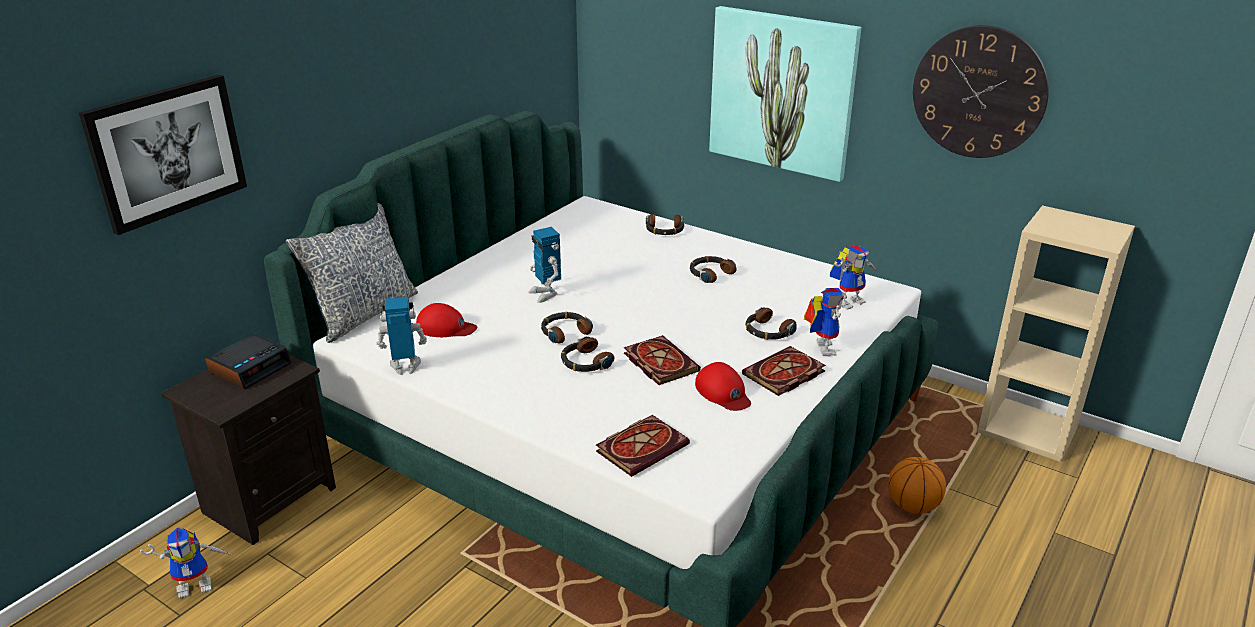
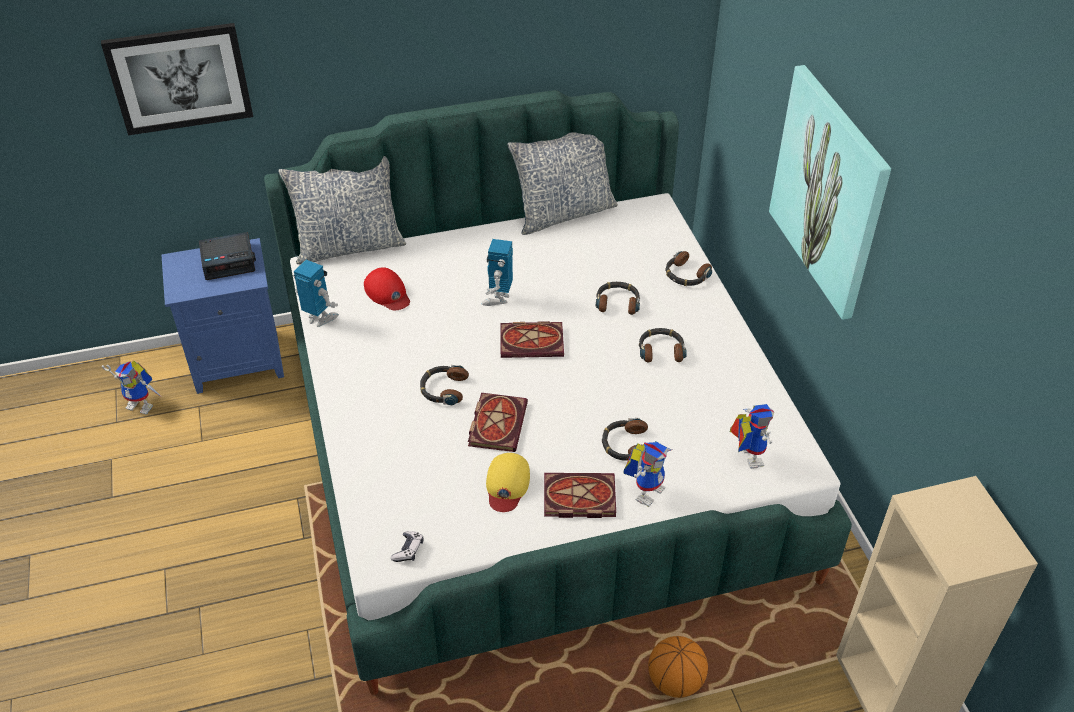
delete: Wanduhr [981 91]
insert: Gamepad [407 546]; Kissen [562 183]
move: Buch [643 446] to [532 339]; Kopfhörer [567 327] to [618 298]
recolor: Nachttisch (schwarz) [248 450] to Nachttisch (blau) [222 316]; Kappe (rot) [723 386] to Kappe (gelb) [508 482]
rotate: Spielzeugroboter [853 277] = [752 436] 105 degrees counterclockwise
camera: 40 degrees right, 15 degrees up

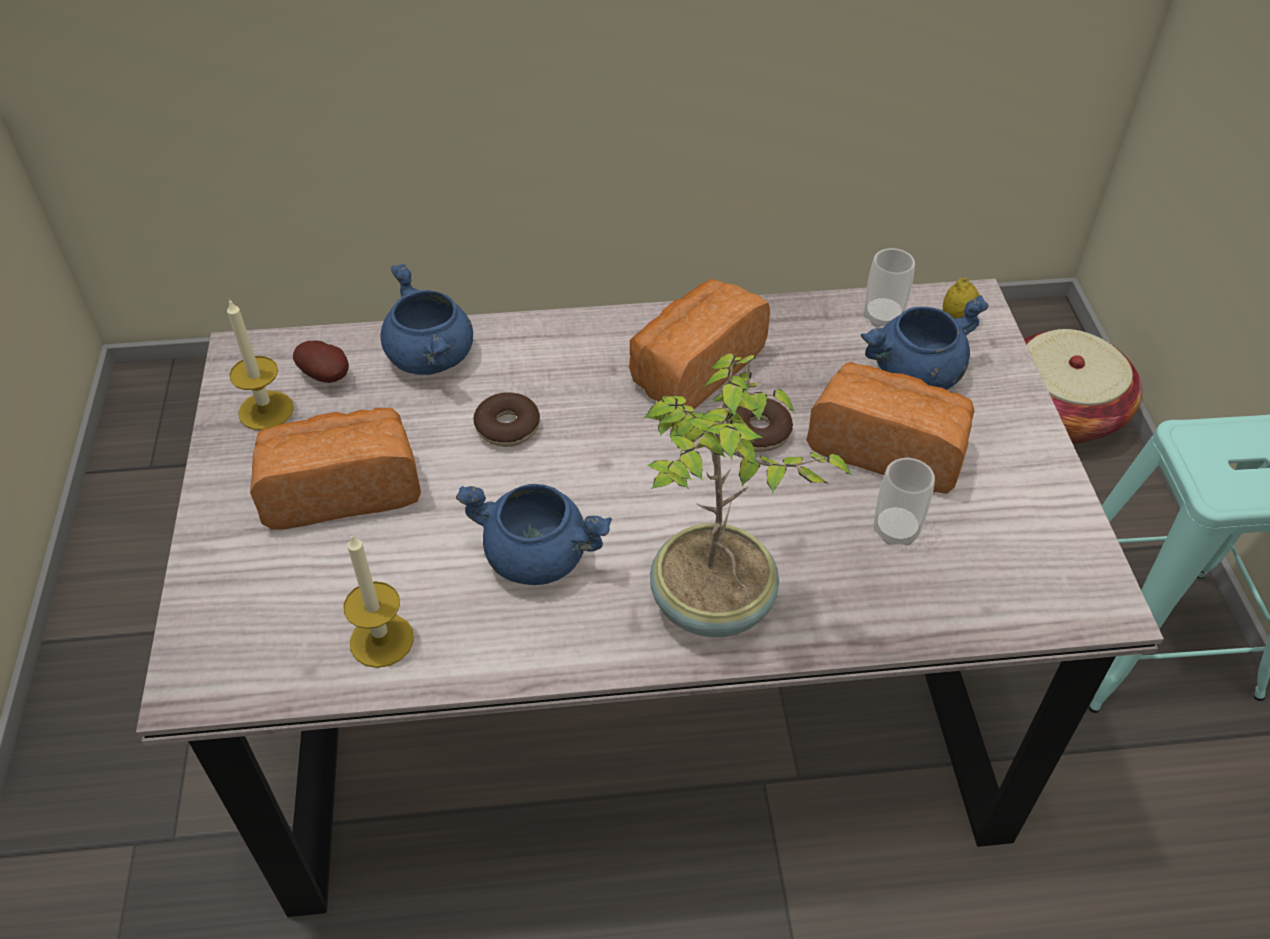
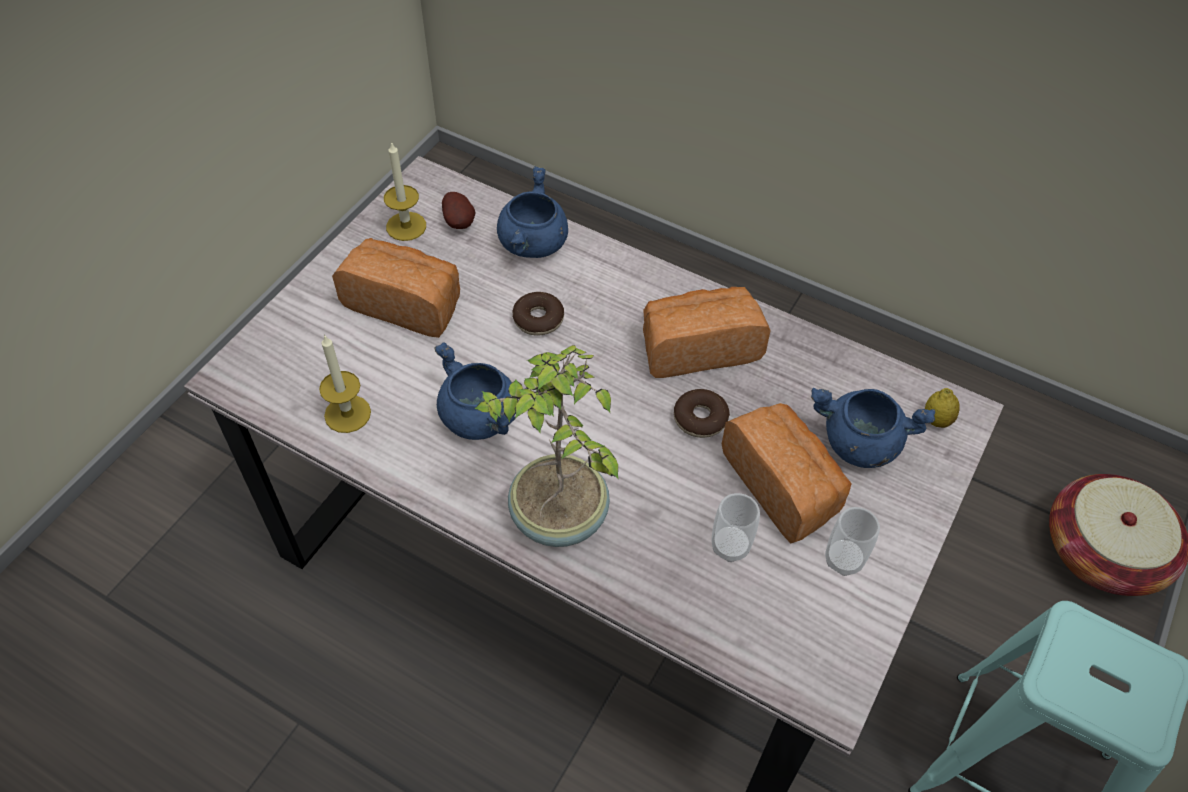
move: Tasse [889 287] to [852 541]
camera: 35 degrees right, 5 degrees up

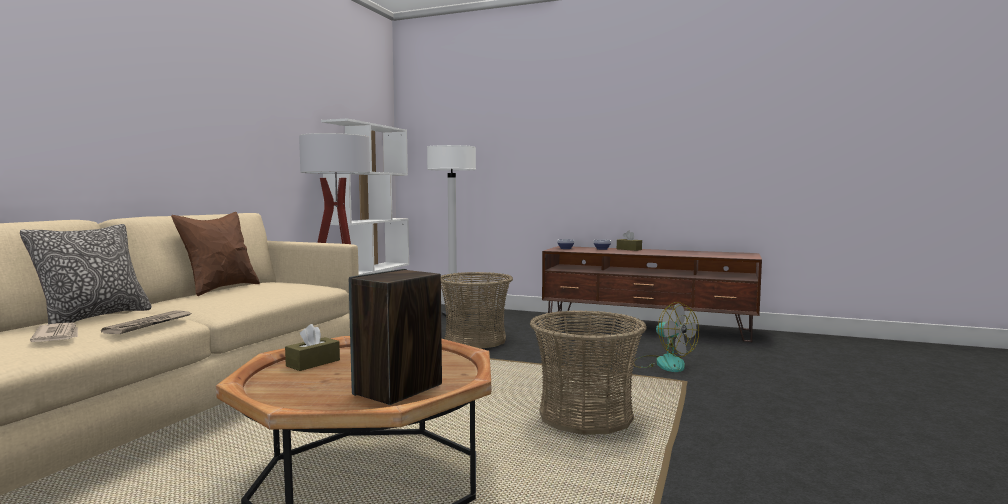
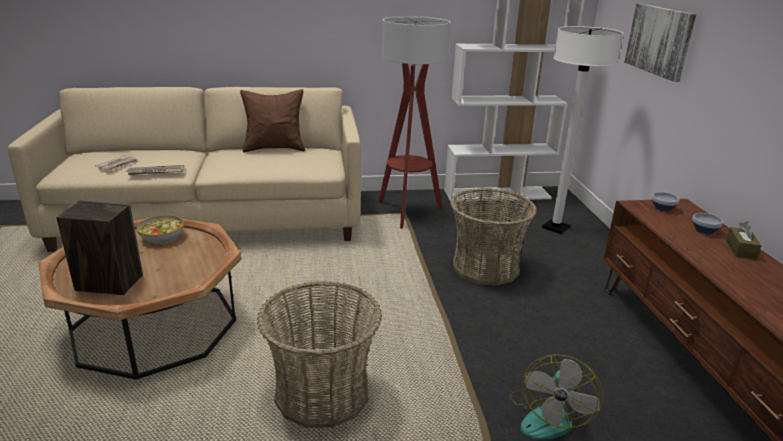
delete: Kissen [86 274]
insert: Bild [660 42]
replace: Taschentuchbox (braun) [312 347] to Schüssel [160 229]
camera: 60 degrees right, 20 degrees up

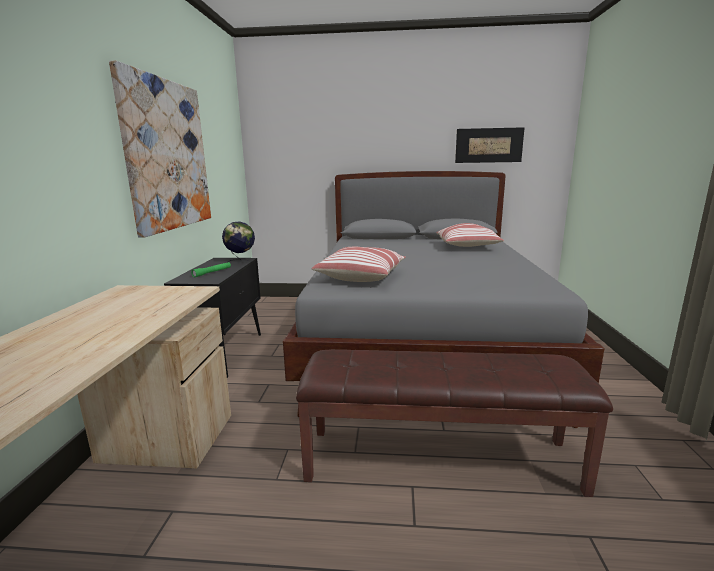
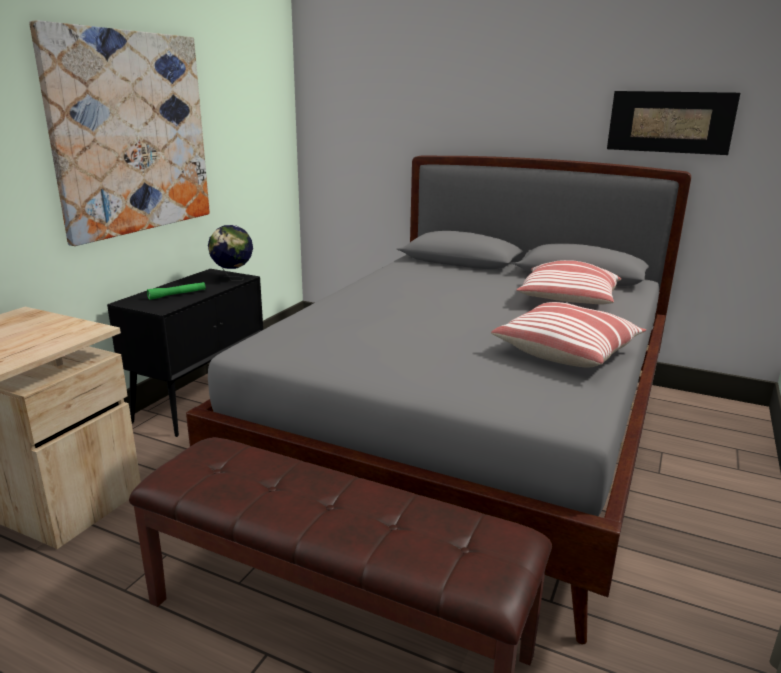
move: Kissen [358 264] to [568 335]
camera: 20 degrees right, 5 degrees up

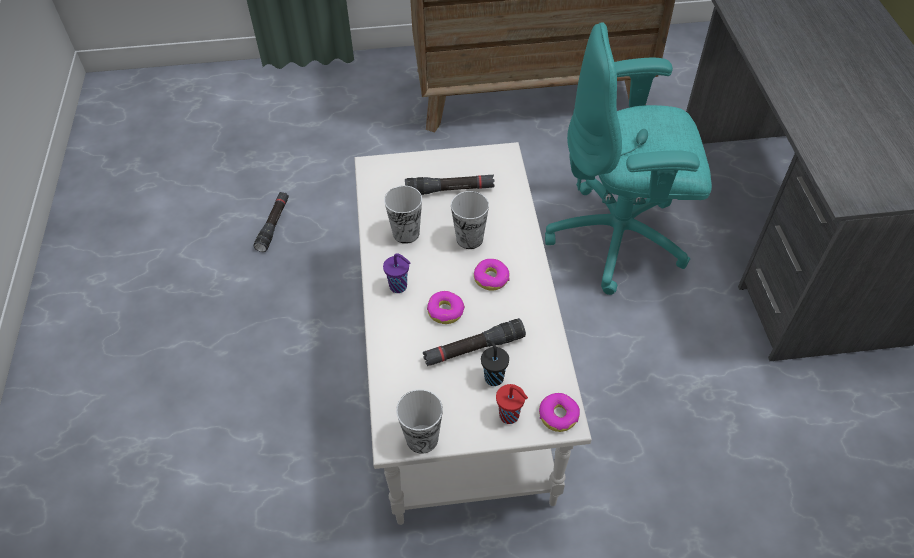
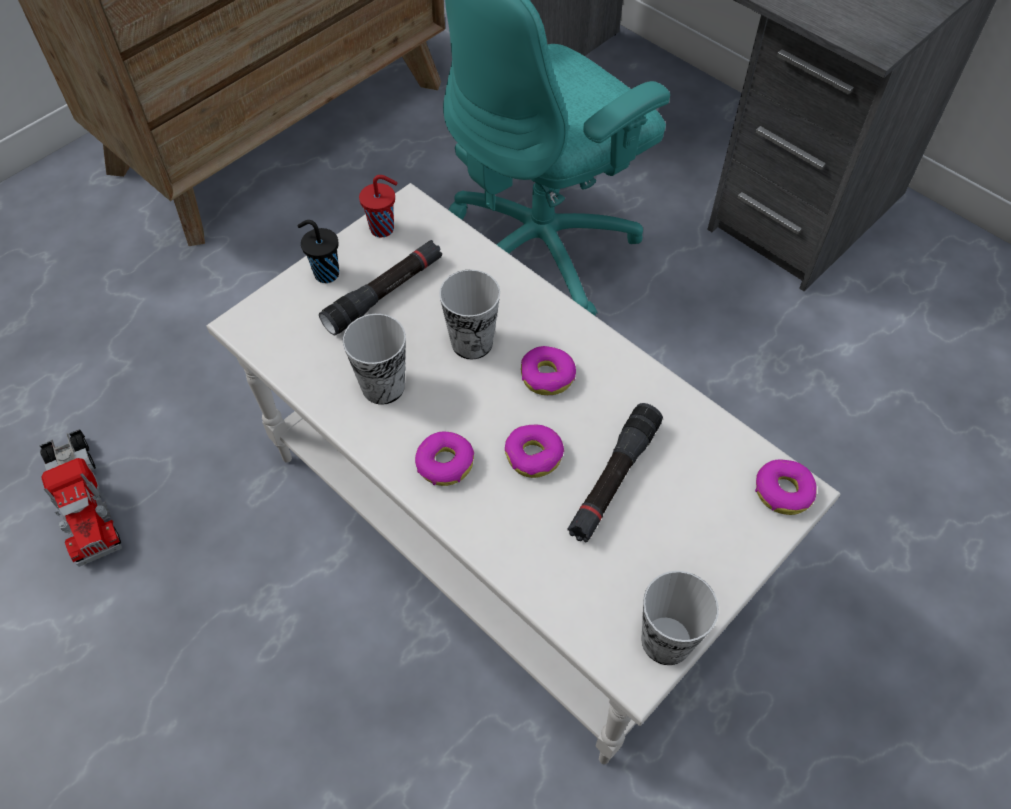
move: Tasse (schwarz) [495 363] to [318 251]; Tasse (rot) [512 404] to [378 206]
replace: Taschenlampe (schwarz) [271 222] to Spielzeuglaster [80 498]; Tasse (lila) [397 273] to Donut [444 459]
camera: 40 degrees left, 5 degrees up

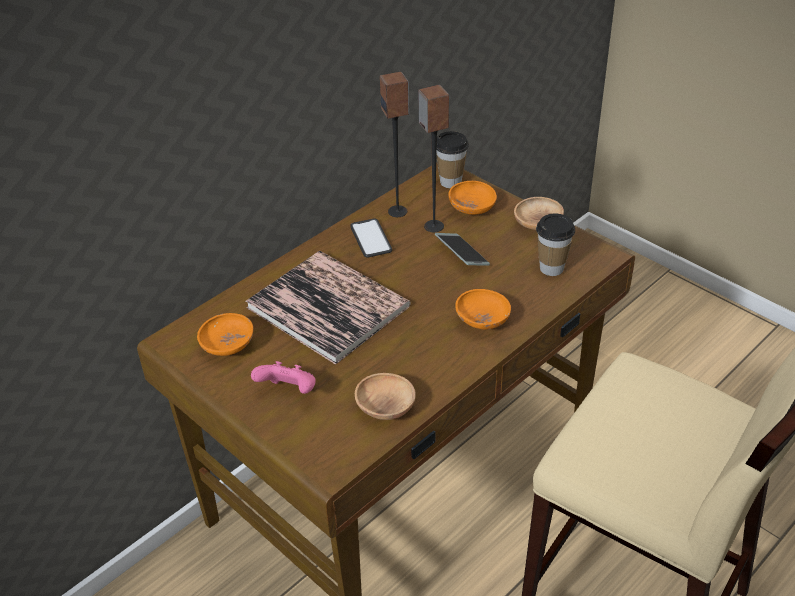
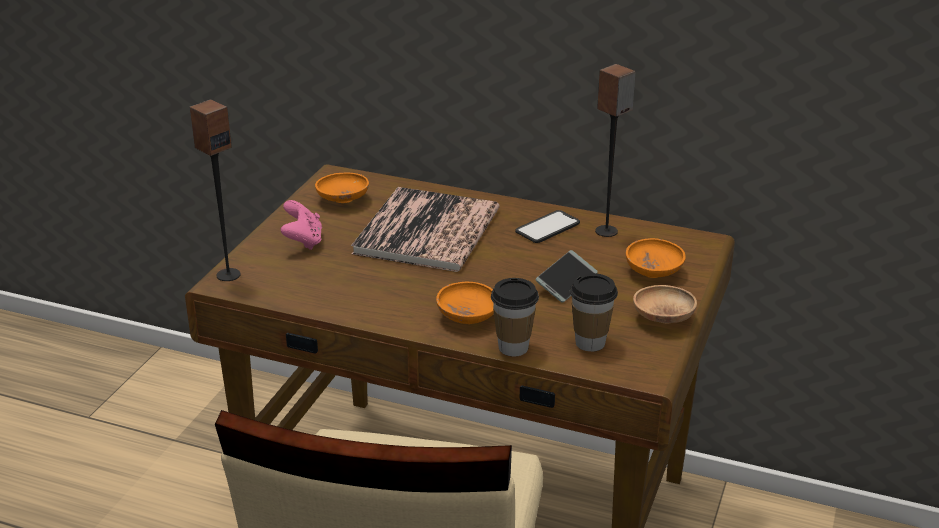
delete: Schüssel (braun) [385 396]
move: Lautsprecher [433 158] to [215 190]; Tasse [452 159] to [515 317]
camera: 65 degrees right, 10 degrees down

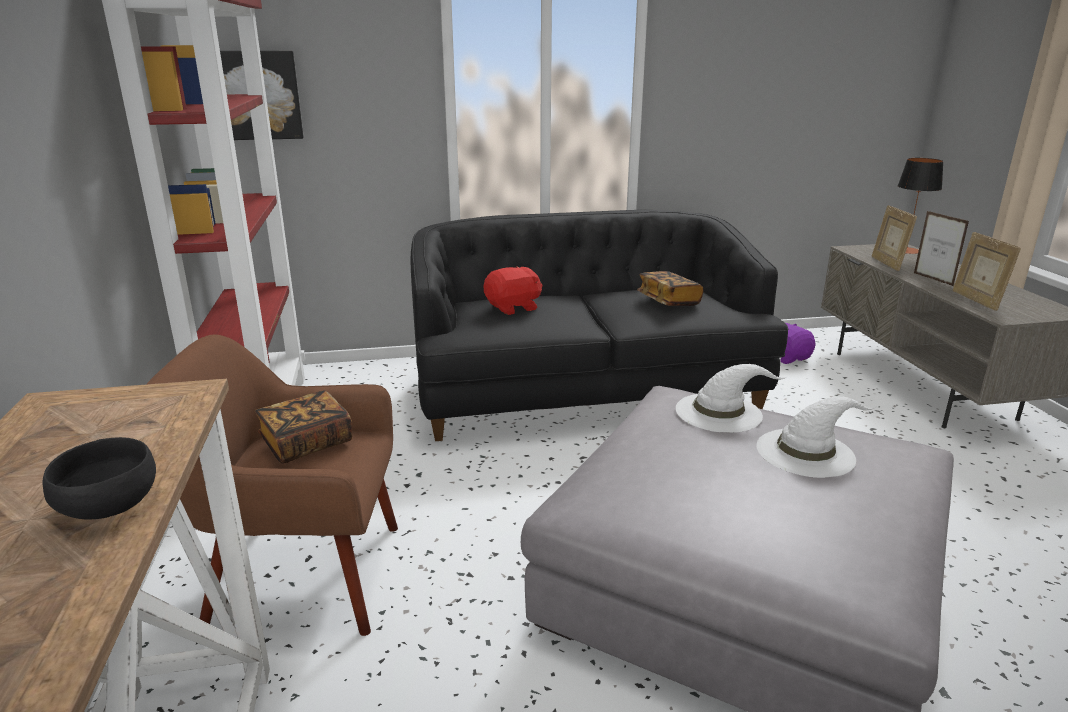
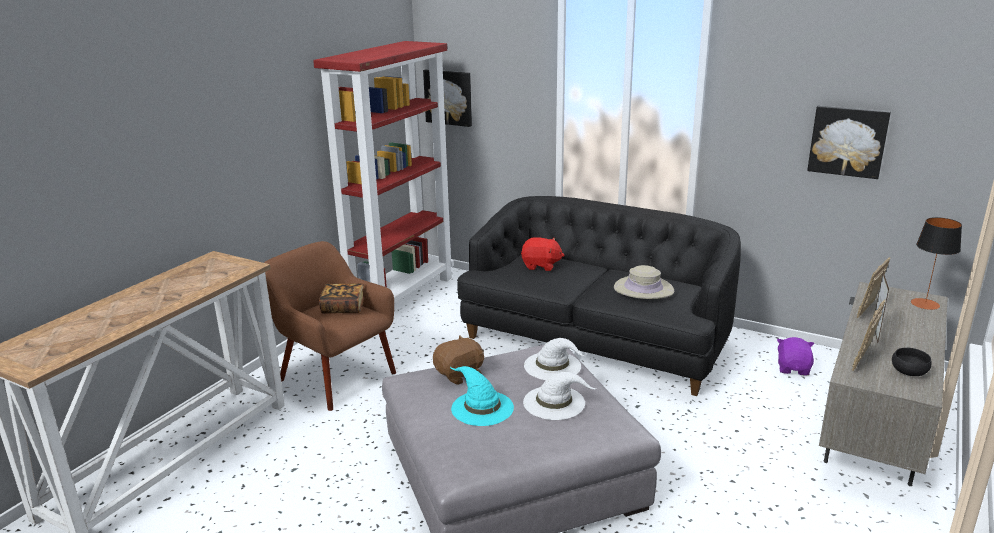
insert: Plüschtier (braun) [458 360]; Hut (türkis) [482 396]; Bild [849 142]
move: Schüssel (schwarz) [99 478] to [912 362]
replace: Buch [670 288] to Hut (beige) [644 282]
camera: 40 degrees right, 0 degrees up

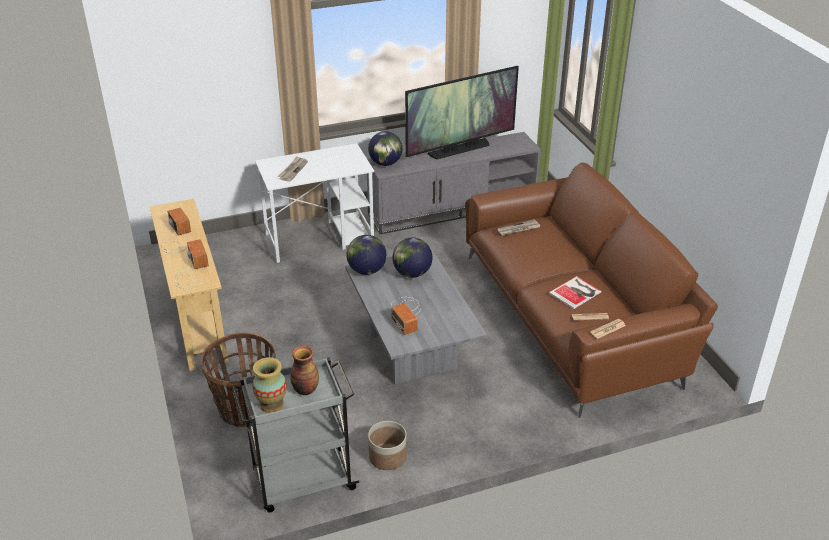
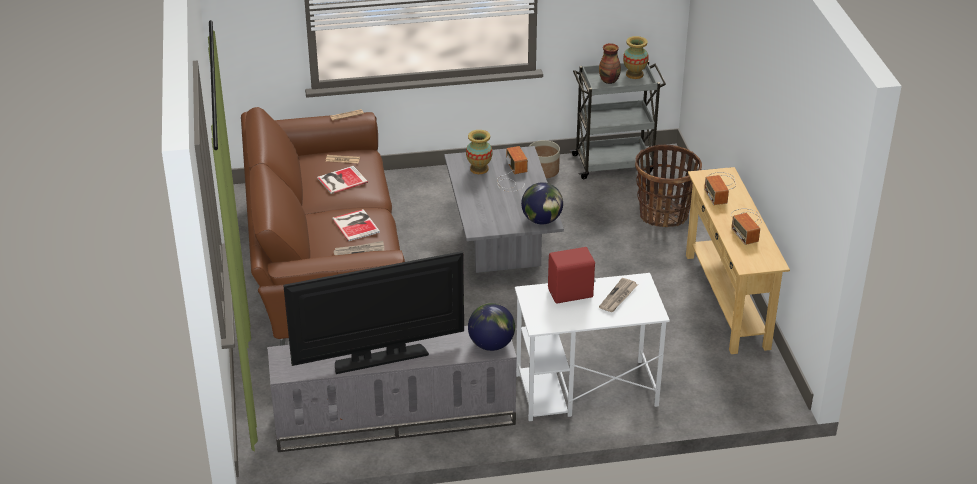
delete: Globus [412 257]
insert: Buch [356 225]; Vase [479 152]; Lautsprecher (rot) [572 275]
camera: 170 degrees left, 0 degrees up

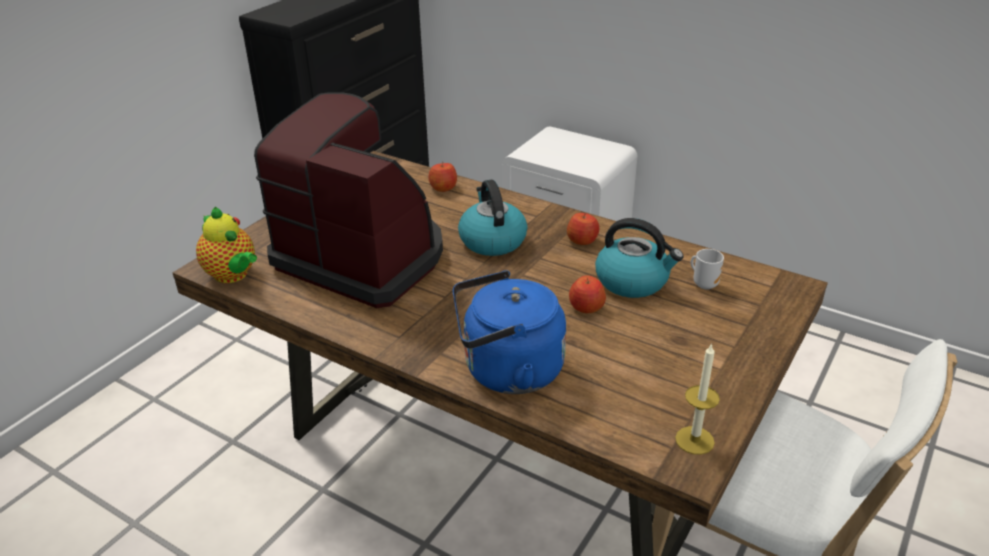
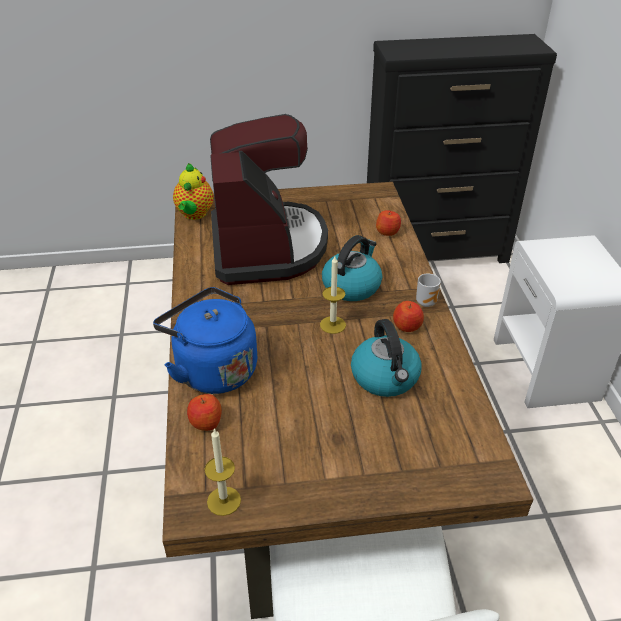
insert: Kerze [333 295]
move: Apfel [587 294] to [204 412]; Henkelbecher [707 269] to [428 290]
camera: 50 degrees right, 5 degrees up

